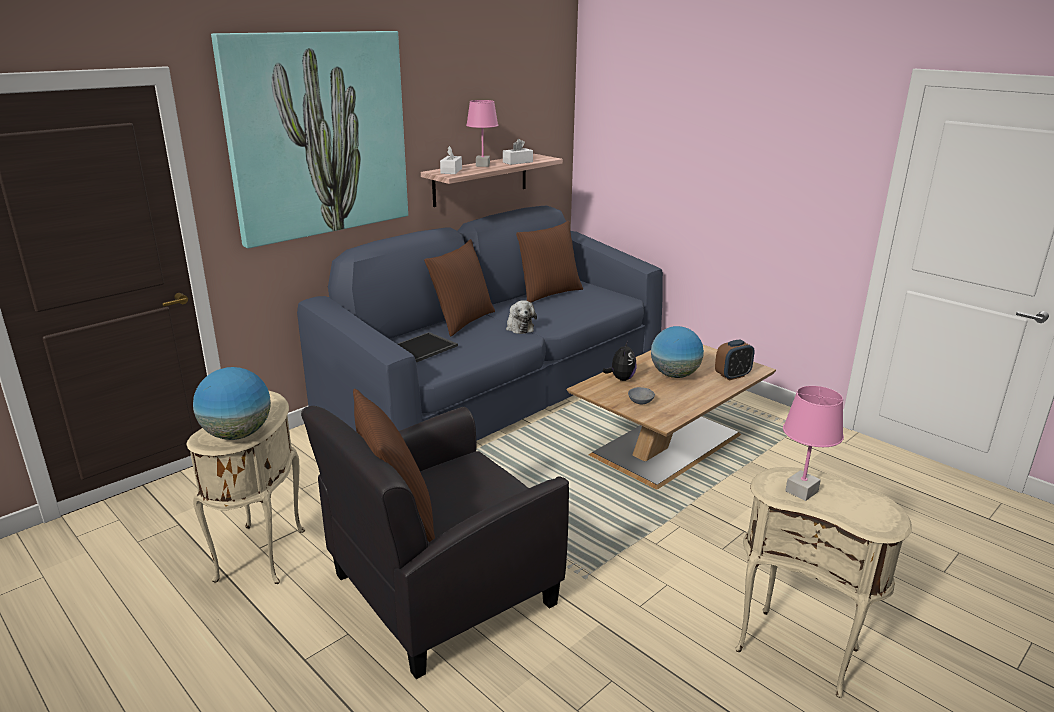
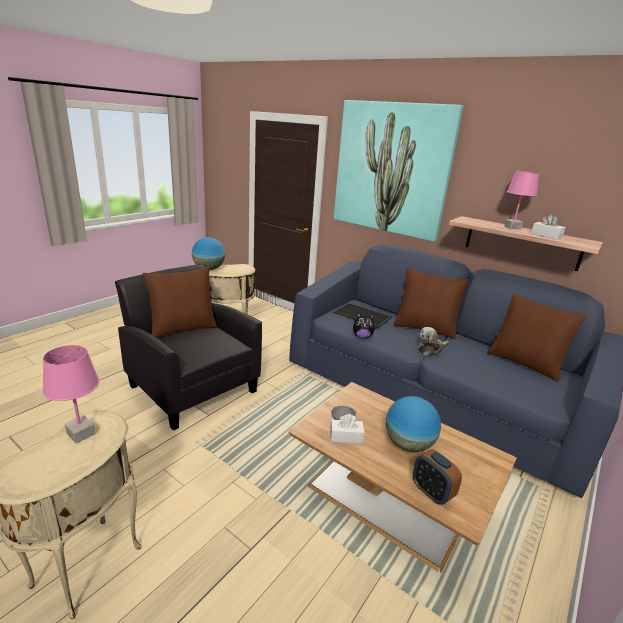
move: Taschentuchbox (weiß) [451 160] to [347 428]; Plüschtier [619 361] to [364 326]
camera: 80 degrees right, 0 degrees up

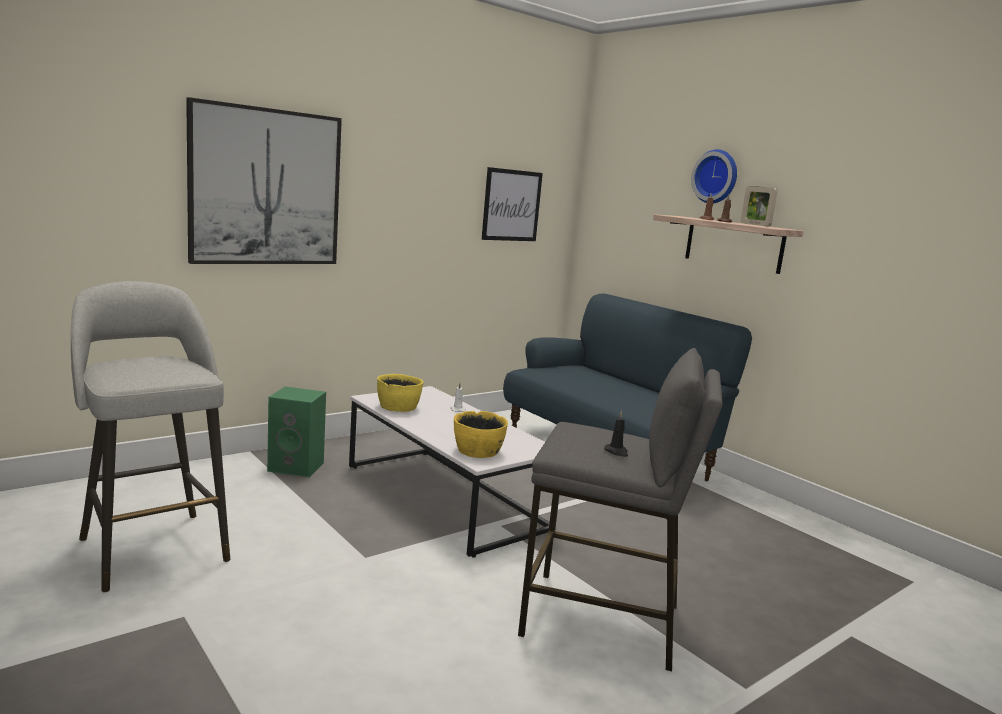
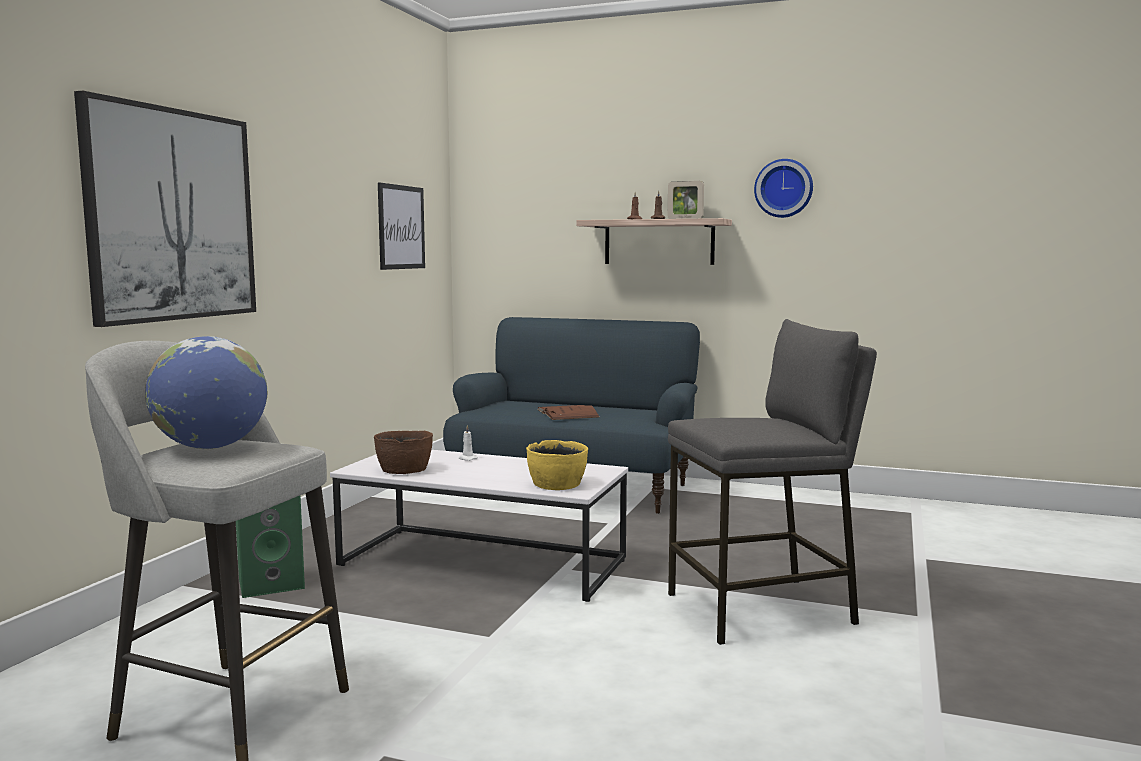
delete: Kerze (schwarz) [616 433]
insert: Globus [206 392]; Buch (braun) [568 412]
move: Wanduhr [714 176] to [783 188]
recolor: Schüssel (gelb) [400 393] to Schüssel (braun) [403 452]
camera: 30 degrees left, 5 degrees down

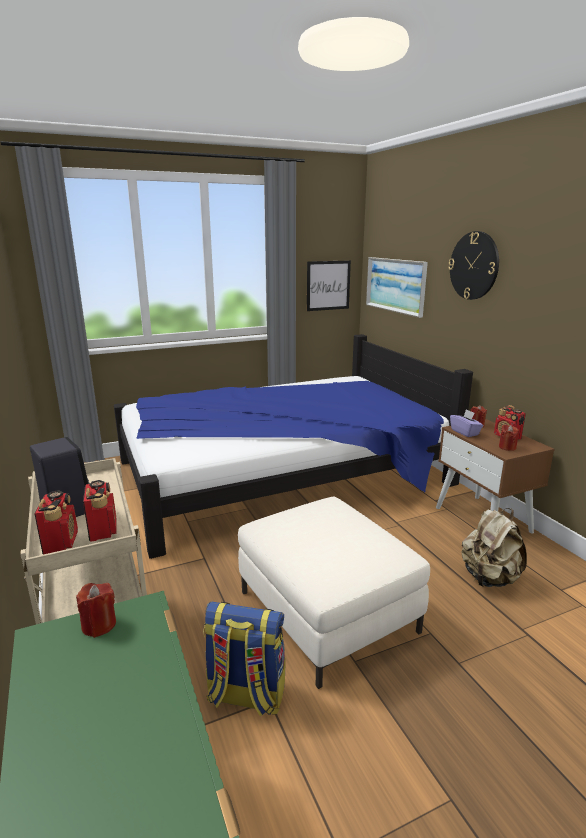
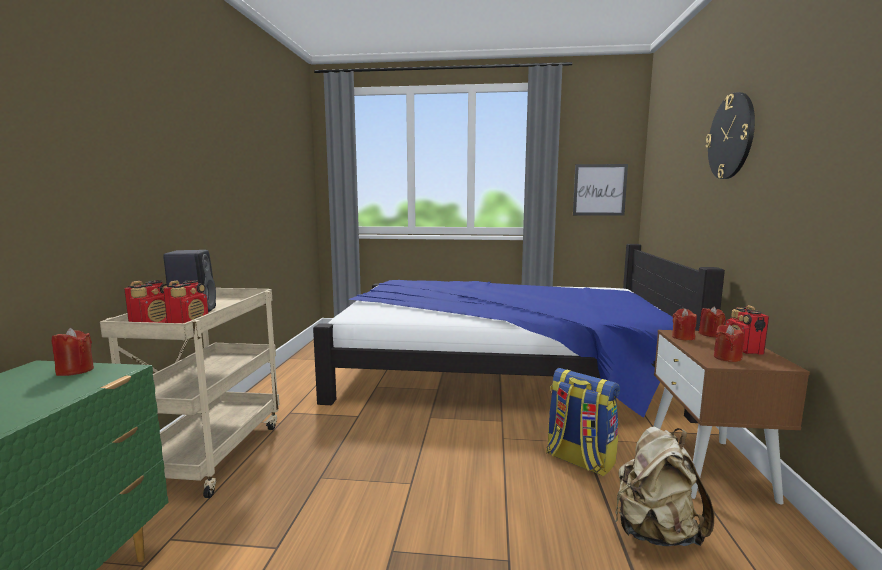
delete: Polsterhocker (weiß) [334 593]; Bild [397 287]
move: Rucksack [244 659] to [583 422]
replace: Taschentuchbox (lila) [466 423] to Kerze (rot) [684 324]
camera: 30 degrees right, 10 degrees down

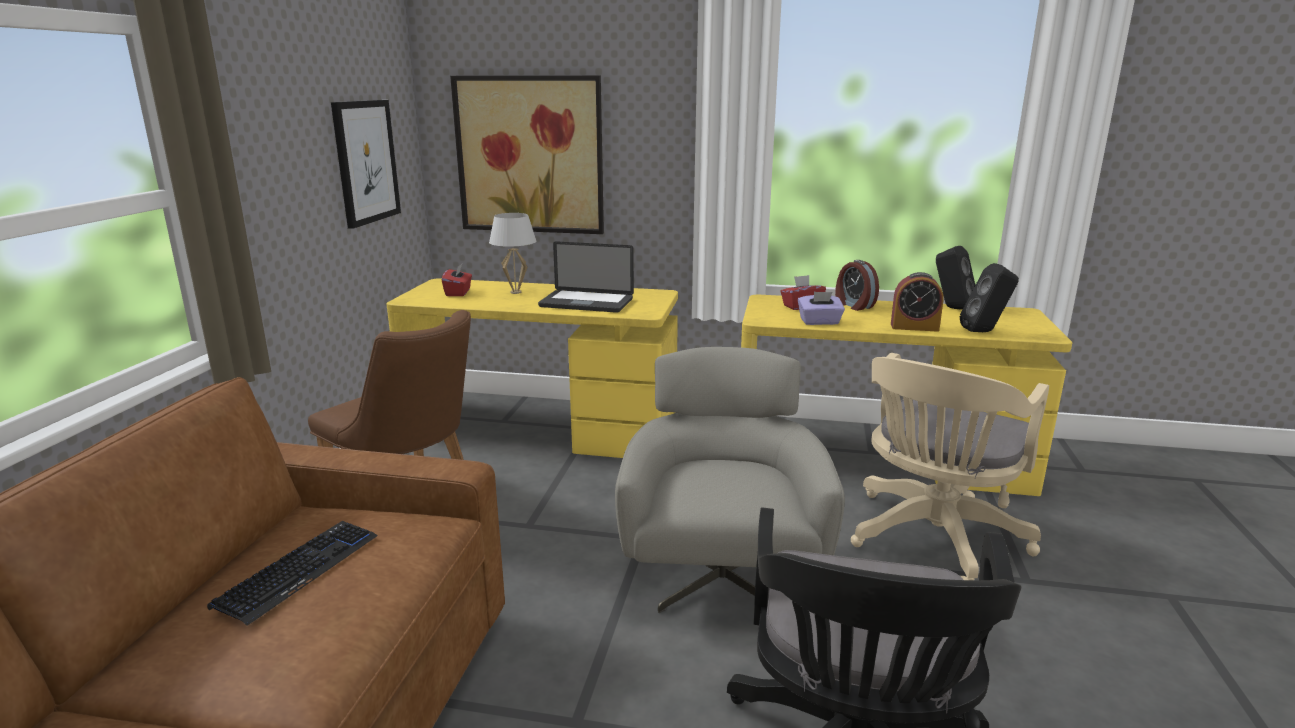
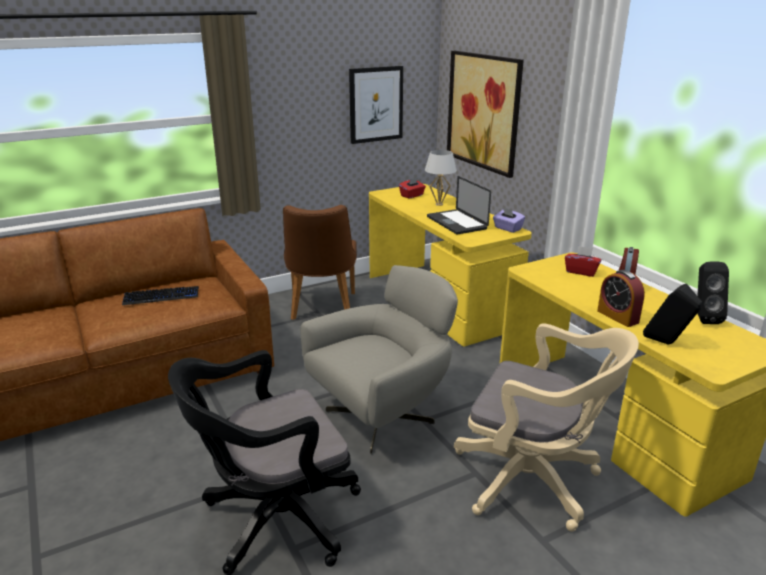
move: Taschentuchbox (lila) [821 308] to [509 220]
rotate: Bürostuhl (beige) [950 466] = [546 427] 150 degrees counterclockwise
camera: 50 degrees right, 5 degrees up

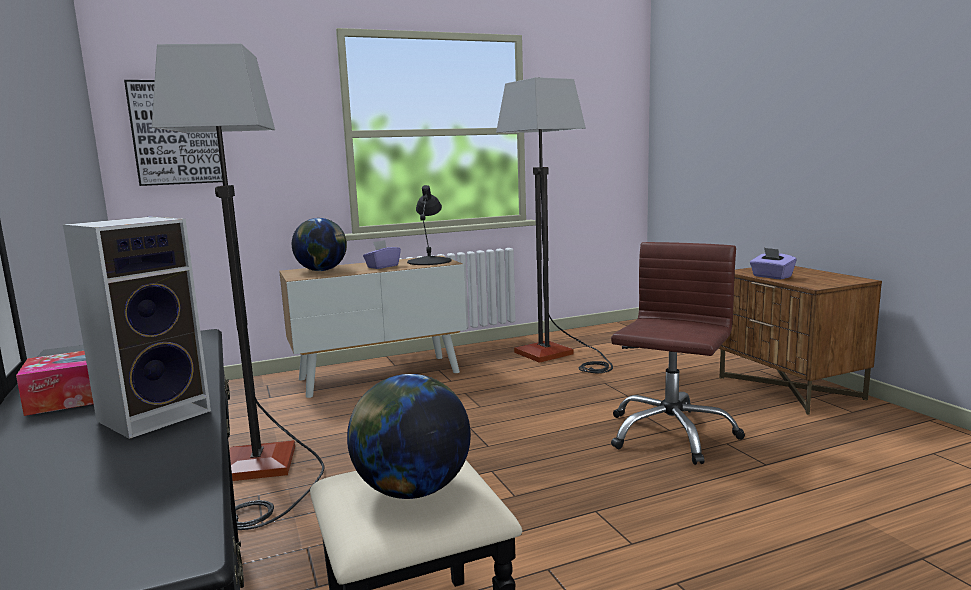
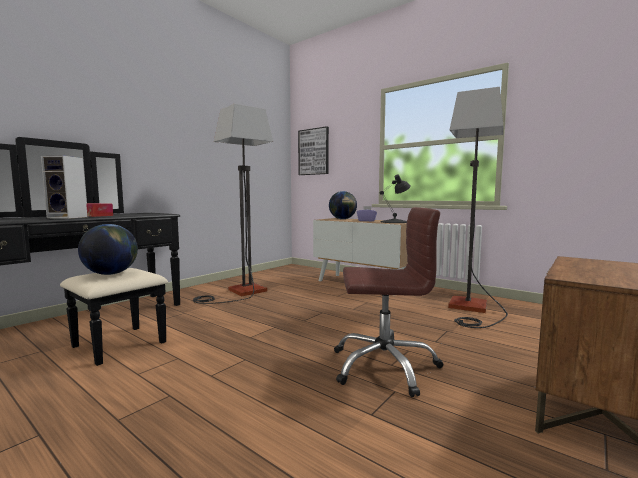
delete: Taschentuchbox (lila) [773 263]
camera: 60 degrees right, 5 degrees down

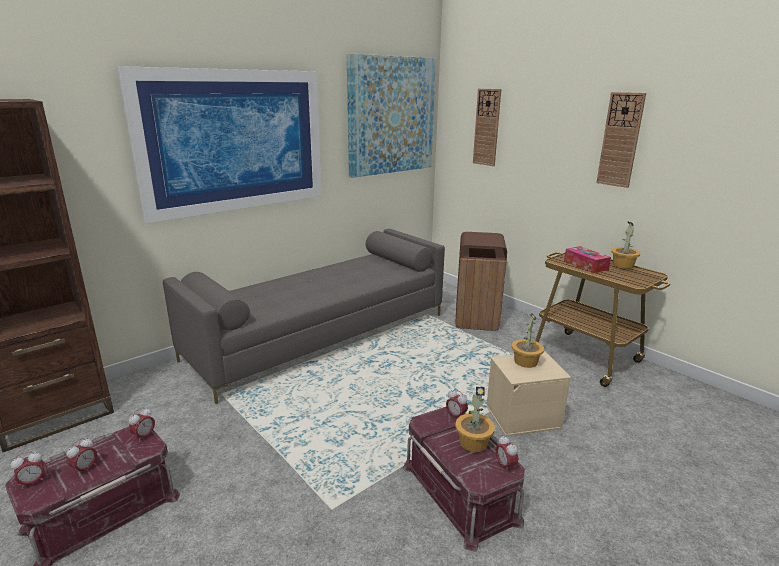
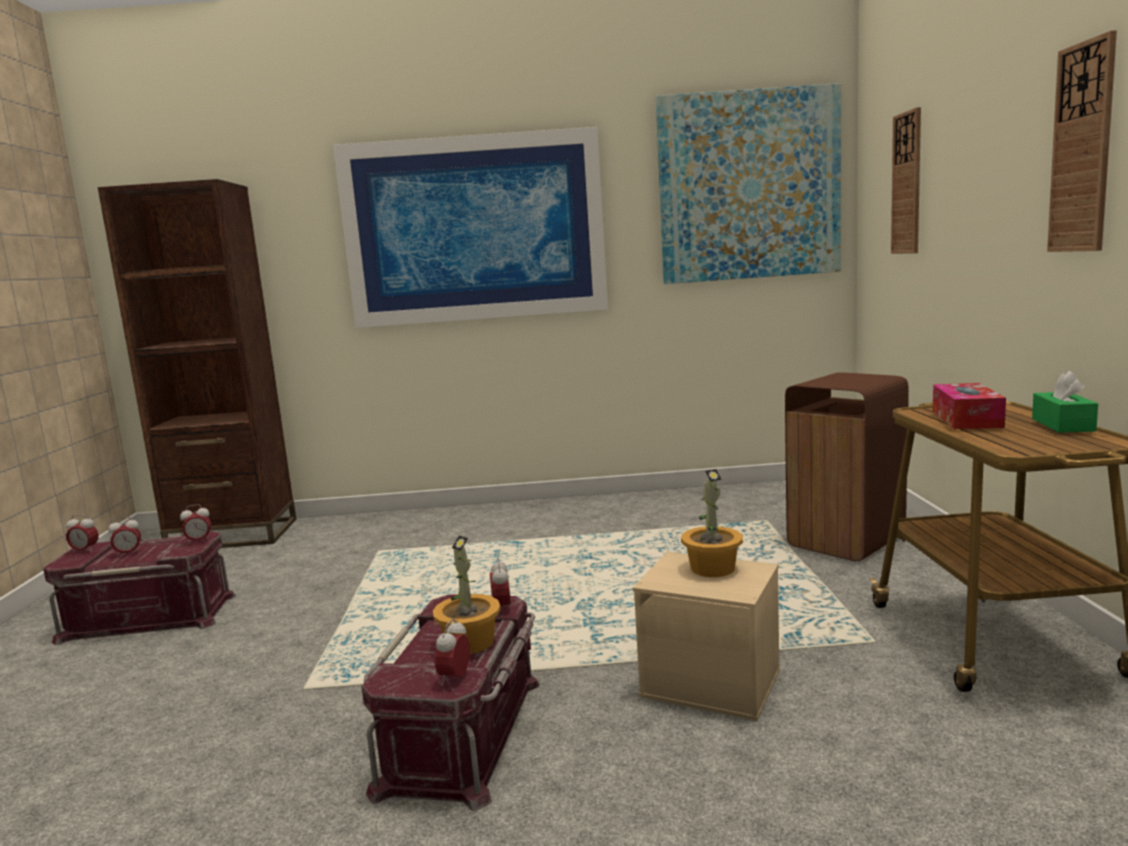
delete: Sofa (grau) [304 316]
replace: Topfpflanze [626 245] to Taschentuchbox (grün) [1065 402]
camera: 40 degrees right, 10 degrees down

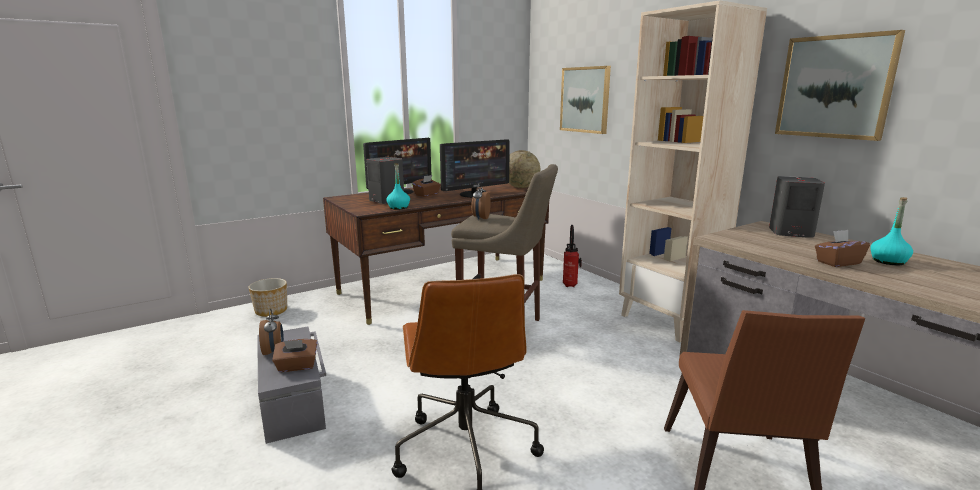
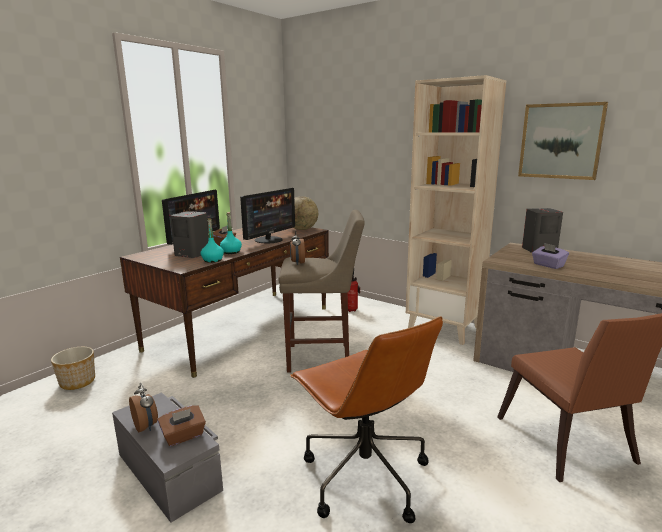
delete: Bild [585 100]; Taschentuchbox (braun) [842 248]
insert: Taschentuchbox (lila) [550 256]
move: Flasche (türkis) [891 231] to [231 233]
camera: 20 degrees left, 0 degrees up

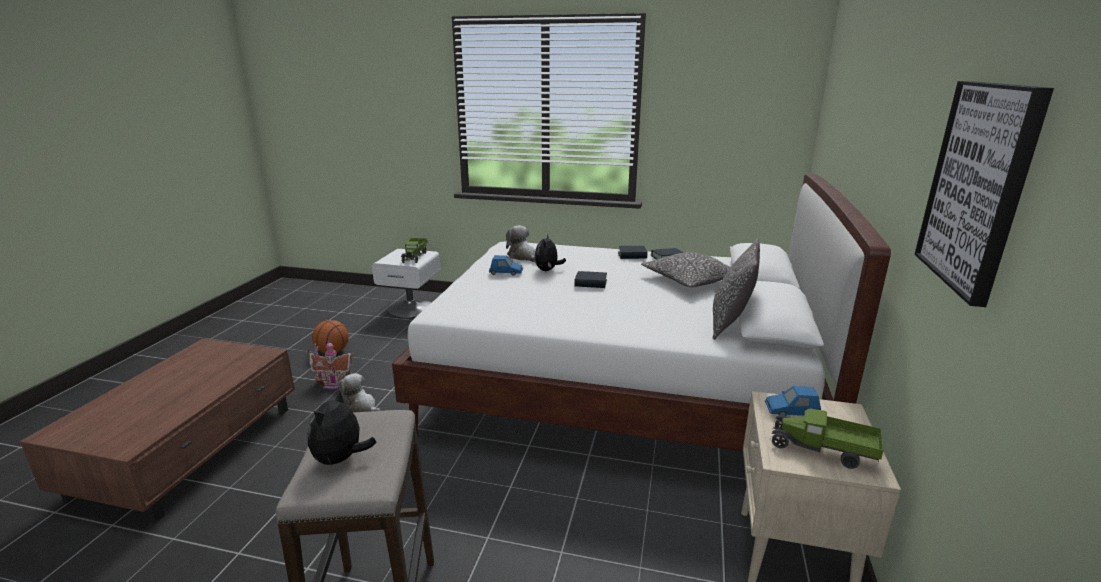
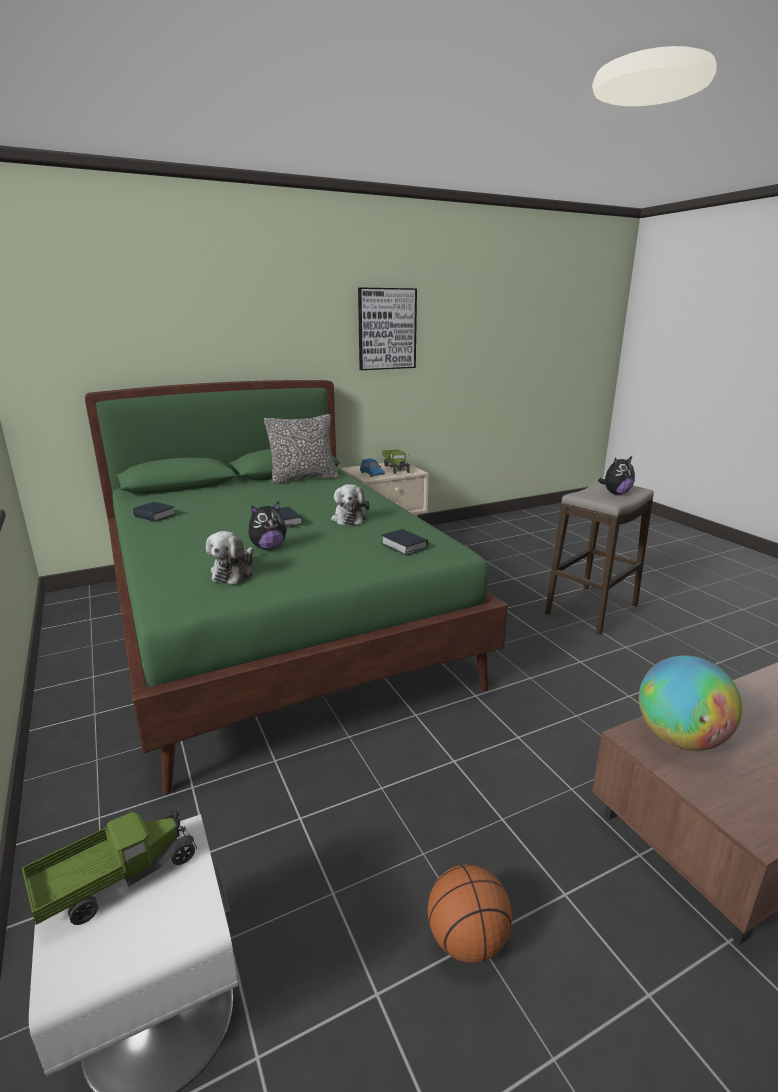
delete: Spielzeughaus [330 365]; Spielzeugauto (blau) [506 265]; Kissen [685 269]
insert: Globus [690 703]
move: Plüschtier [359 393] to [350 505]; Buch [632 252] to [404 542]
recolor: Bett (weiß) [641 313] to Bett (grün) [296 587]
camera: 130 degrees left, 0 degrees up

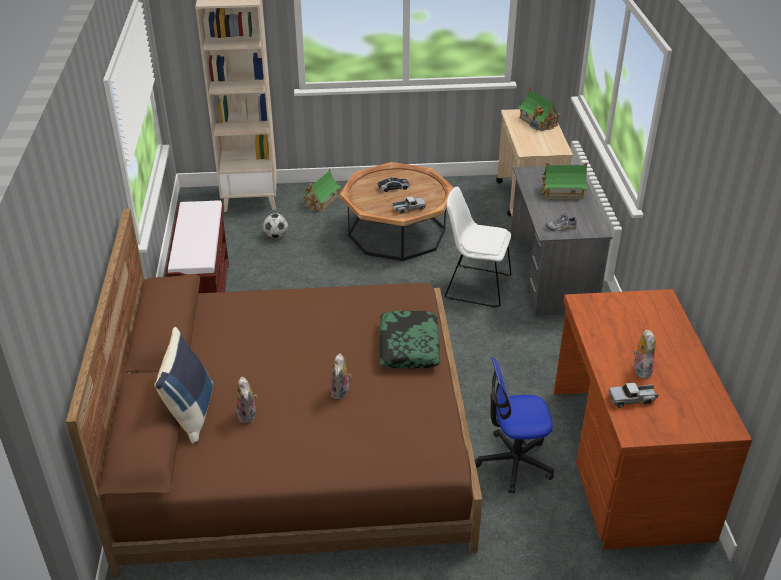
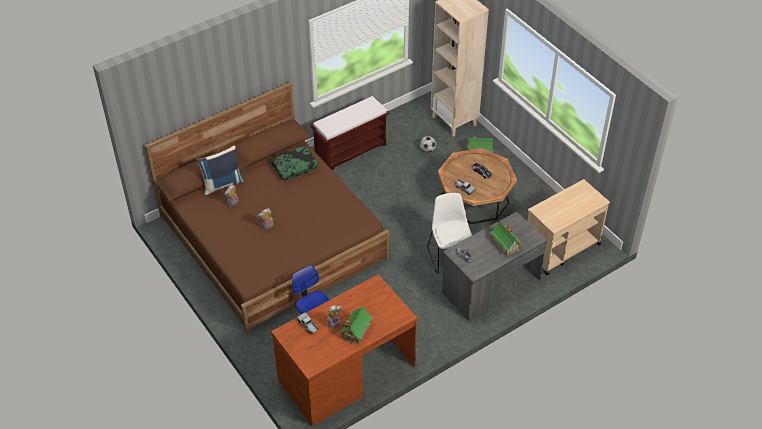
move: Kissen [410 339] to [294 163]; Spielzeughaus [539 109] to [356 324]
camera: 60 degrees right, 10 degrees up

